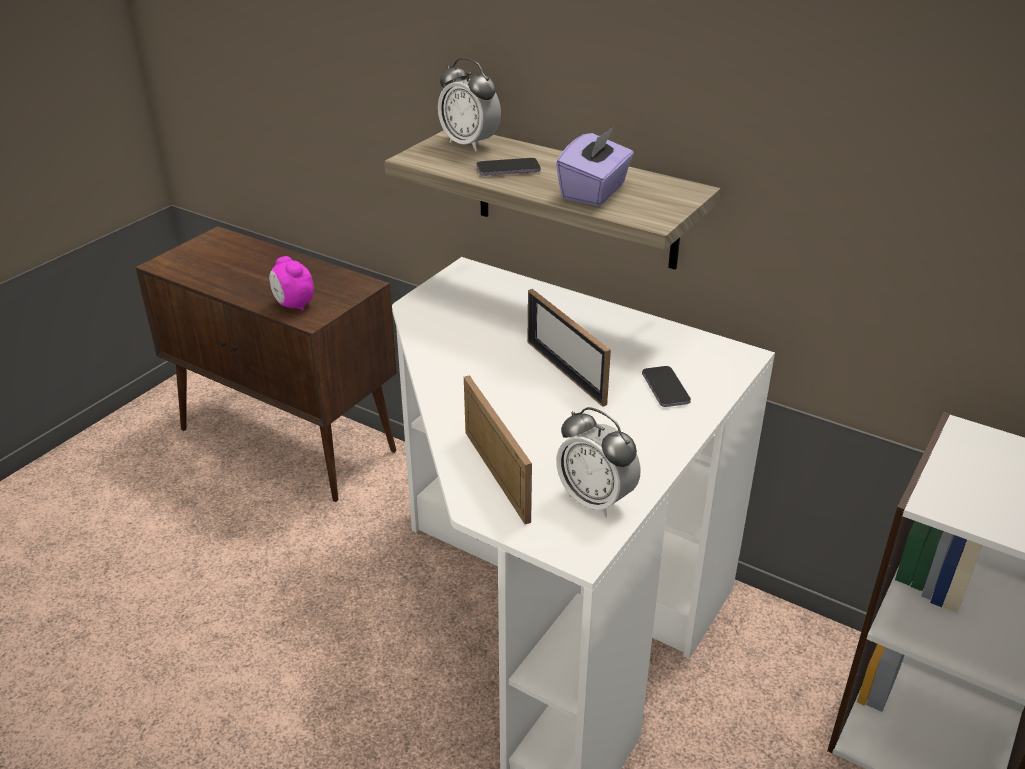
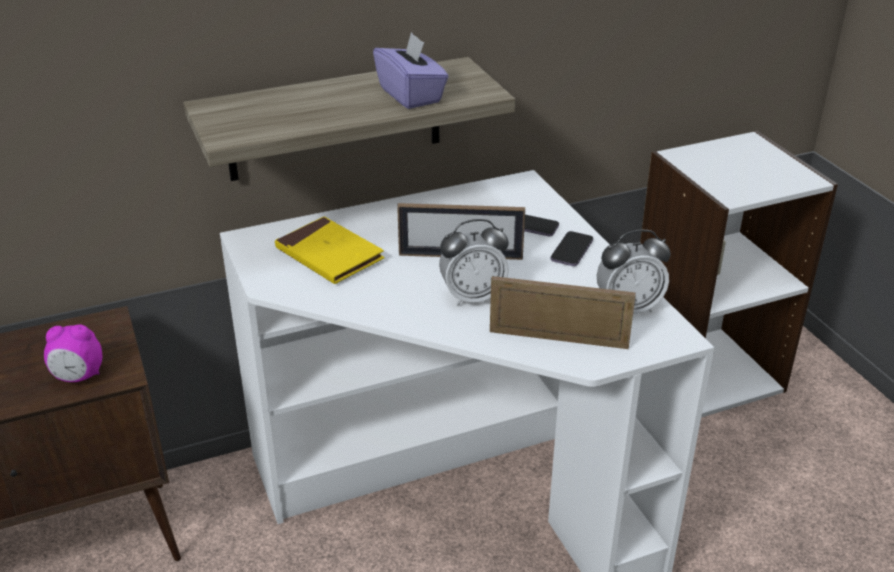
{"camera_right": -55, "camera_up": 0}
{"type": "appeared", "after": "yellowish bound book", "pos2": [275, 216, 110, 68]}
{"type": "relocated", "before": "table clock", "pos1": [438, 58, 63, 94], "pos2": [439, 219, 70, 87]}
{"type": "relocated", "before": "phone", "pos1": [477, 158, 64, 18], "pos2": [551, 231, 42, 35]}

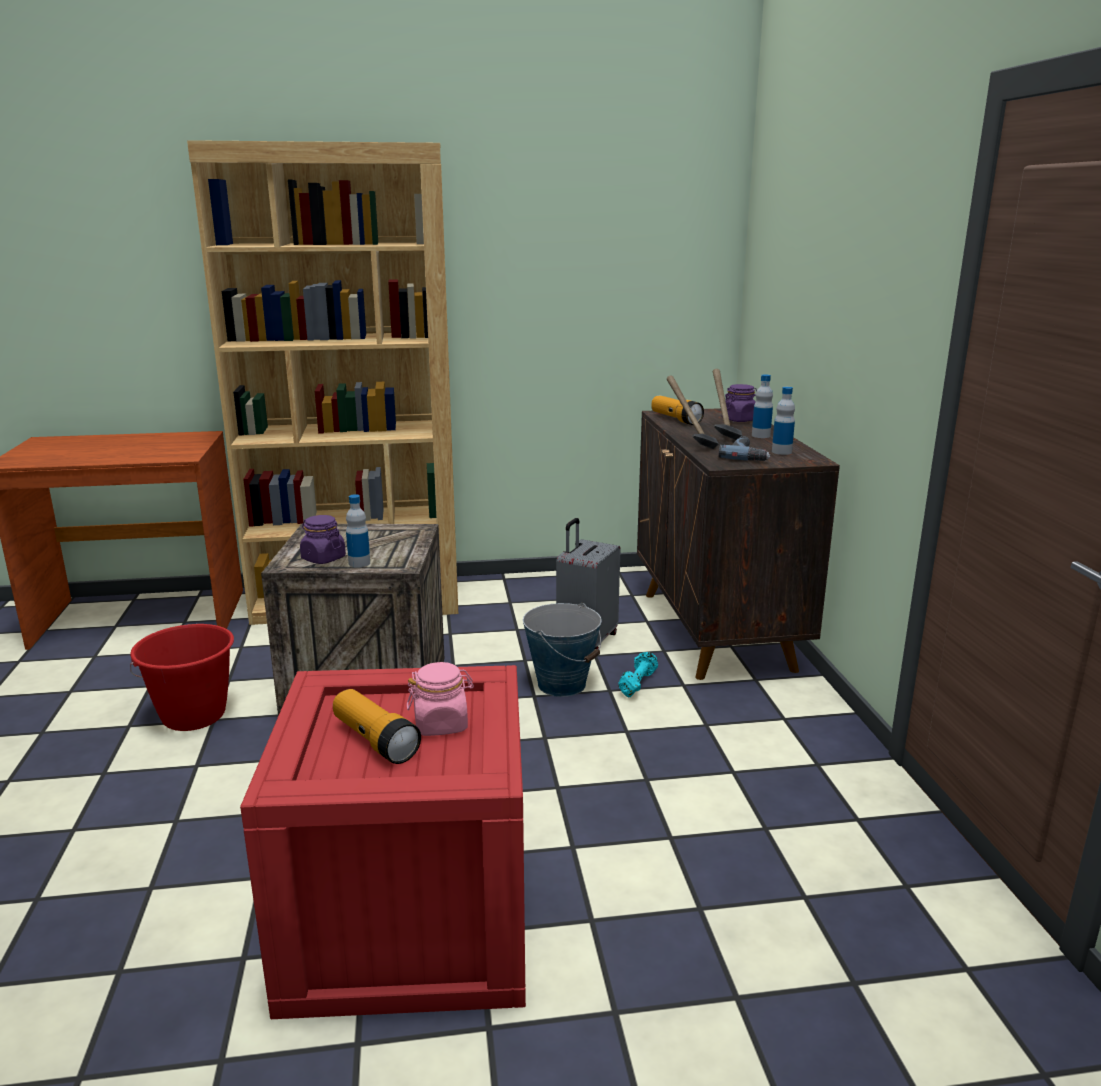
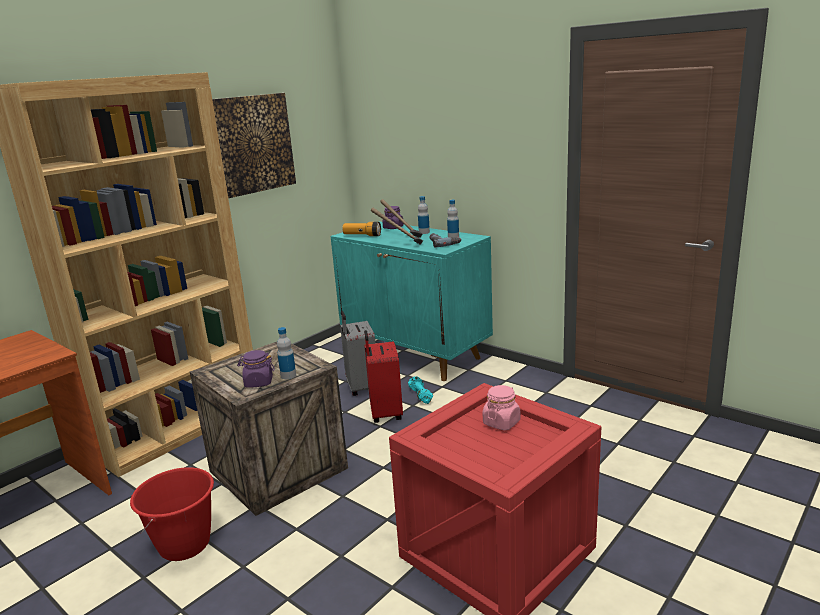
{"camera_right": -40, "camera_up": 0}
{"type": "appeared", "after": "picture", "pos2": [212, 93, 84, 105]}
{"type": "colour", "before": "brownish cabinet", "after": "turquoise cabinet", "pos1": [637, 408, 203, 272], "pos2": [331, 221, 162, 160]}
{"type": "exchanged", "before": "bucket", "after": "reddish suitcase", "pos1": [523, 603, 78, 94], "pos2": [364, 330, 39, 93]}
{"type": "missing", "before": "hand torch", "pos1": [333, 689, 88, 75]}

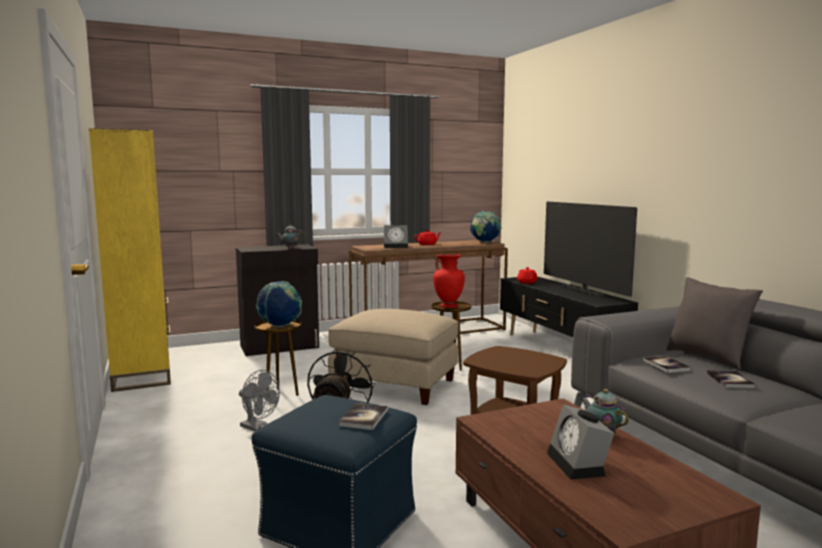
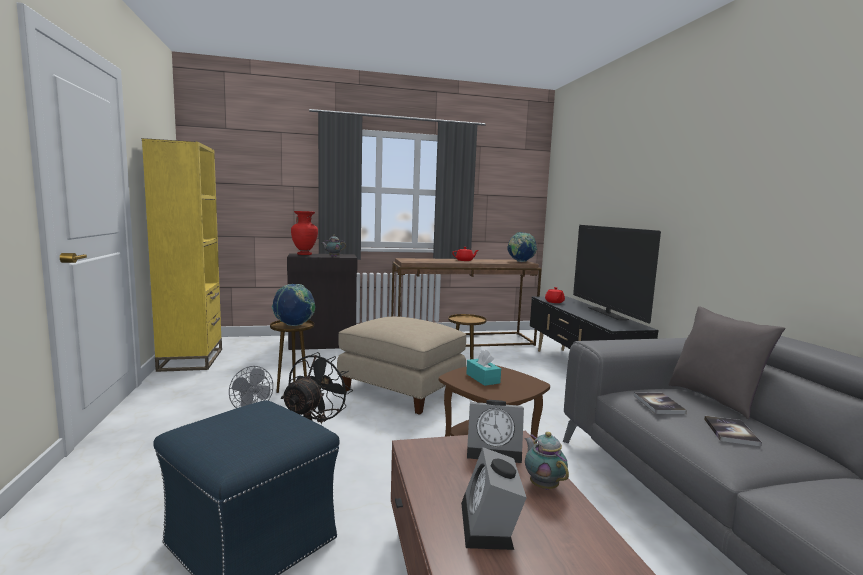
{"camera_right": 10, "camera_up": 0}
{"type": "relocated", "before": "reddish vase", "pos1": [433, 254, 32, 54], "pos2": [291, 211, 27, 44]}
{"type": "appeared", "after": "turquoise tissue holder", "pos2": [466, 350, 35, 36]}
{"type": "relocated", "before": "table clock", "pos1": [384, 224, 24, 24], "pos2": [467, 400, 57, 63]}
{"type": "missing", "before": "bound book", "pos1": [338, 403, 50, 27]}

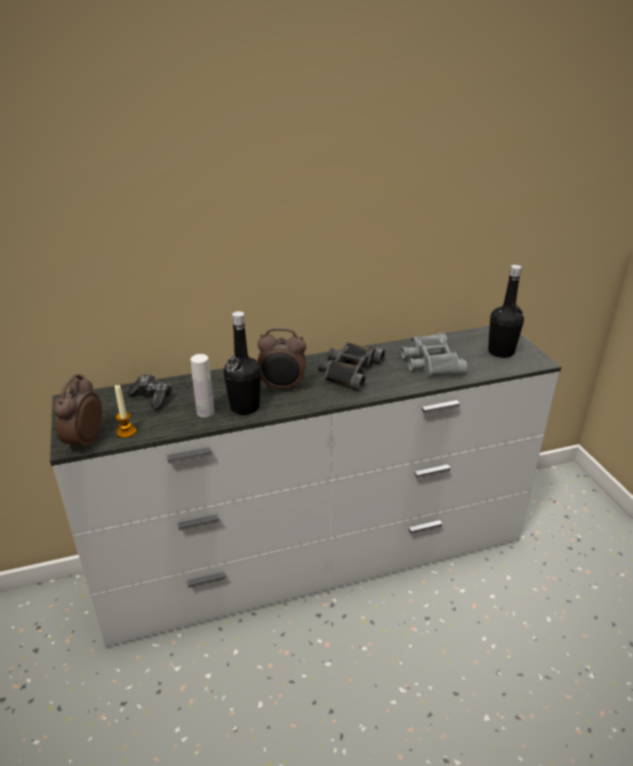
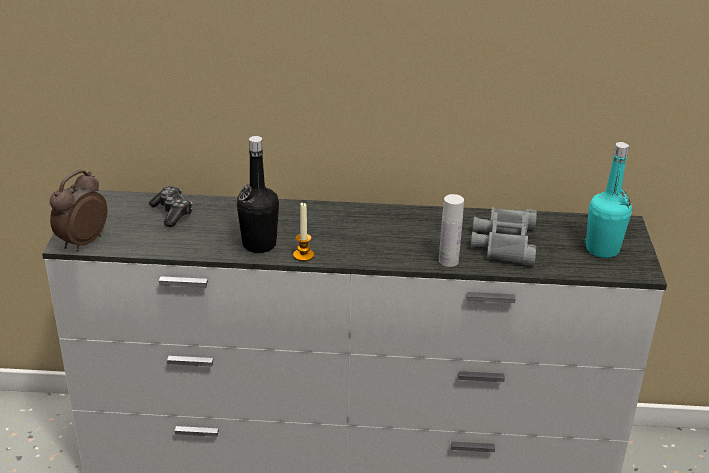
{"camera_right": 20, "camera_up": 0}
{"type": "relocated", "before": "candle", "pos1": [115, 385, 21, 53], "pos2": [293, 202, 21, 59]}
{"type": "relocated", "before": "white-coloured bottle", "pos1": [191, 354, 23, 64], "pos2": [439, 194, 25, 73]}
{"type": "colour", "before": "blackish bottle", "after": "turquoise bottle", "pos1": [488, 265, 36, 93], "pos2": [585, 142, 47, 116]}
{"type": "missing", "before": "table clock", "pos1": [257, 328, 49, 63]}
{"type": "missing", "before": "blackish pair of binoculars", "pos1": [318, 342, 67, 49]}

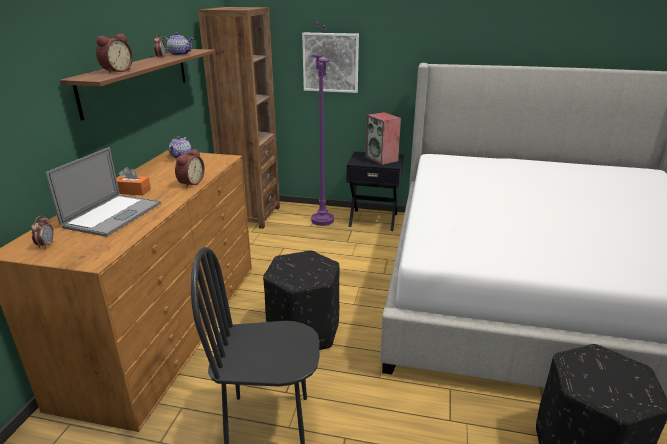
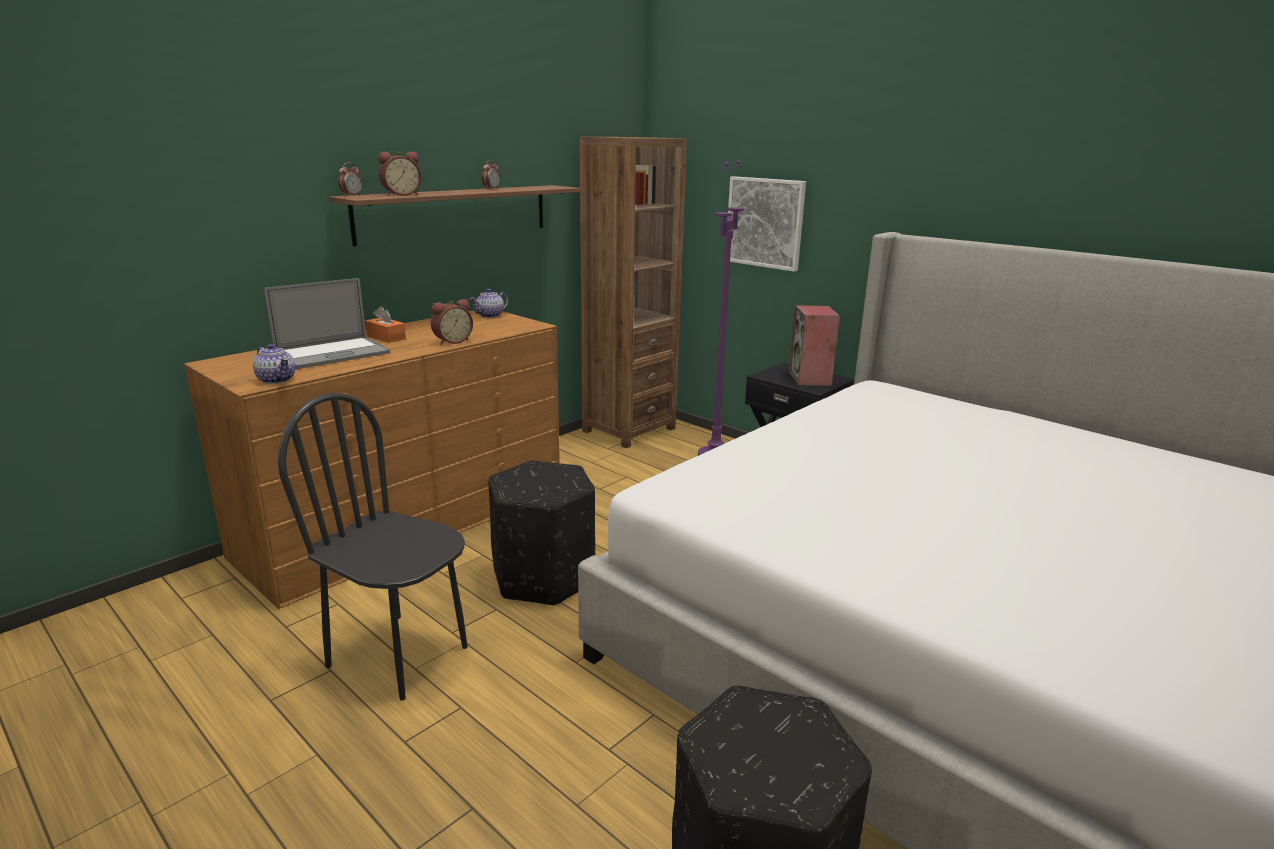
{"camera_right": 30, "camera_up": -5}
{"type": "relocated", "before": "teapot", "pos1": [162, 32, 32, 24], "pos2": [253, 344, 42, 40]}
{"type": "relocated", "before": "table clock", "pos1": [31, 215, 23, 34], "pos2": [338, 163, 24, 33]}

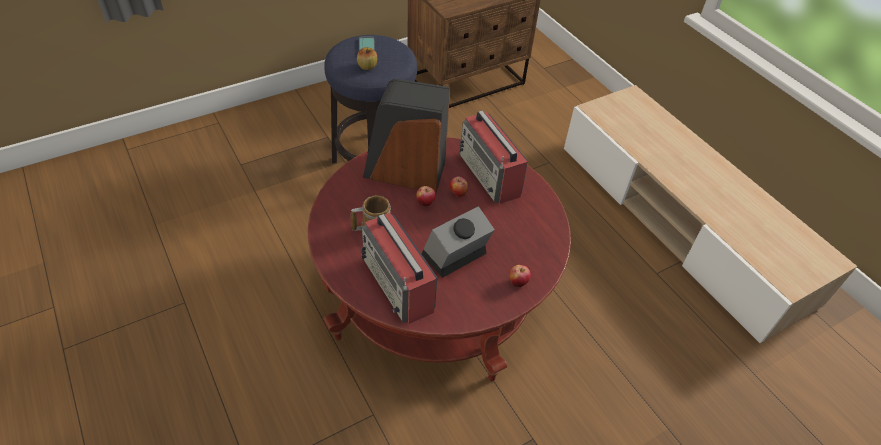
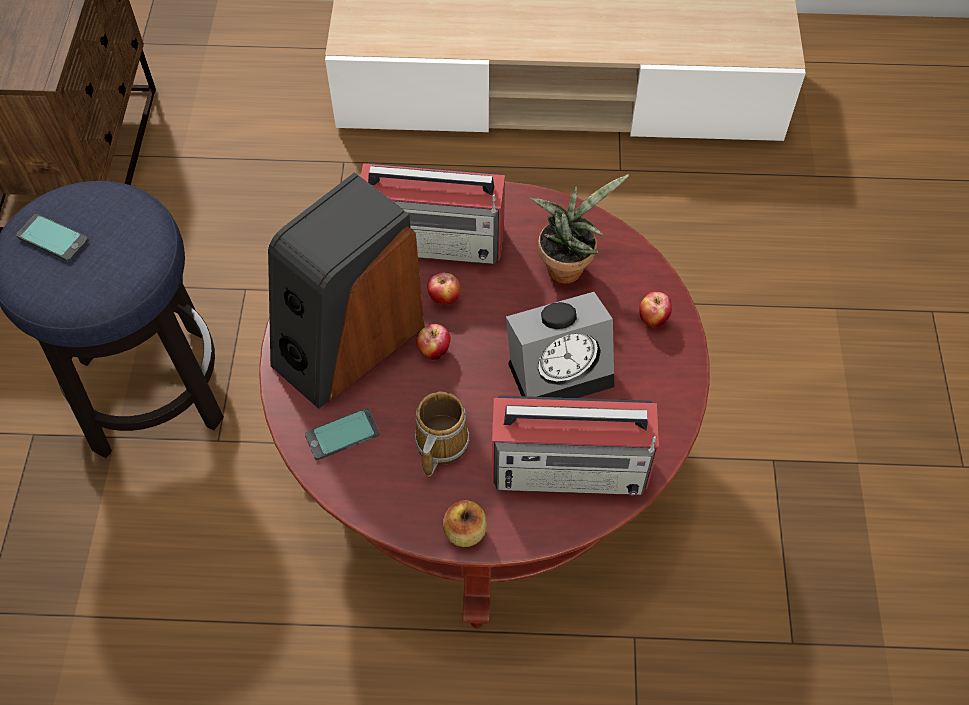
{"camera_right": -55, "camera_up": 10}
{"type": "appeared", "after": "phone", "pos2": [305, 408, 75, 52]}
{"type": "relocated", "before": "whole apple", "pos1": [357, 47, 20, 23], "pos2": [443, 500, 44, 47]}
{"type": "spun", "before": "table clock", "pos1": [422, 206, 73, 72], "pos2": [506, 292, 108, 106], "turn": -105}
{"type": "appeared", "after": "plant in a pot", "pos2": [530, 174, 99, 110]}

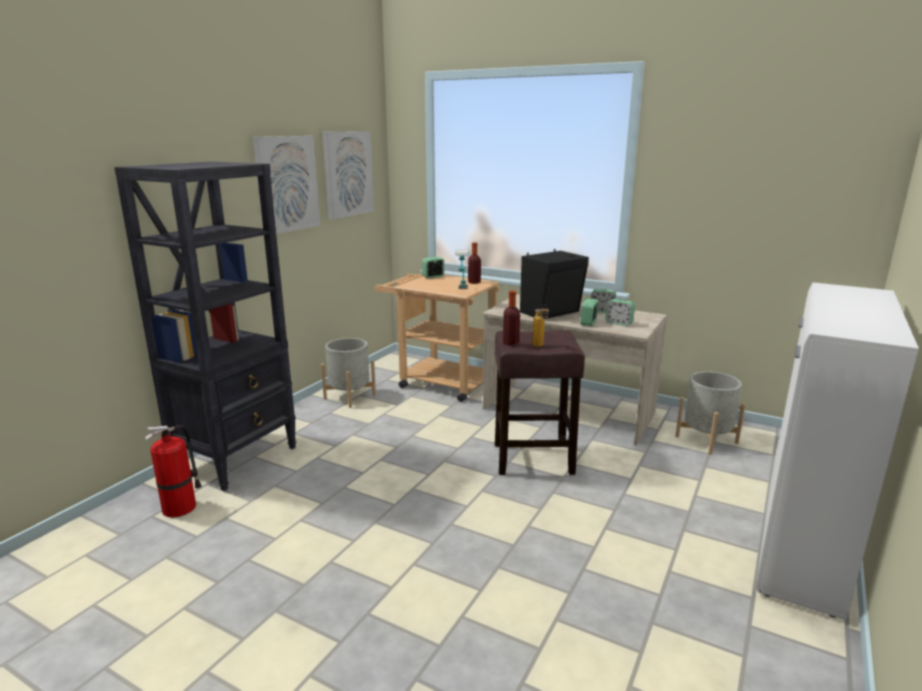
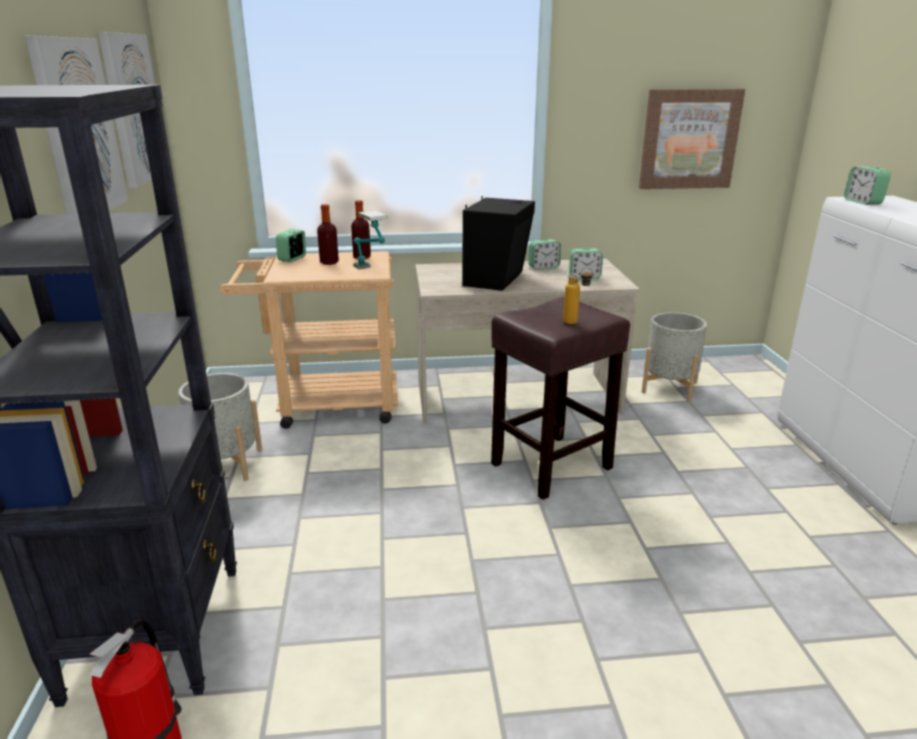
{"camera_right": -35, "camera_up": 5}
{"type": "relocated", "before": "bottle", "pos1": [503, 291, 17, 54], "pos2": [317, 204, 22, 61]}
{"type": "appeared", "after": "picture", "pos2": [639, 89, 106, 100]}
{"type": "relocated", "before": "table clock", "pos1": [580, 298, 19, 28], "pos2": [844, 166, 47, 39]}

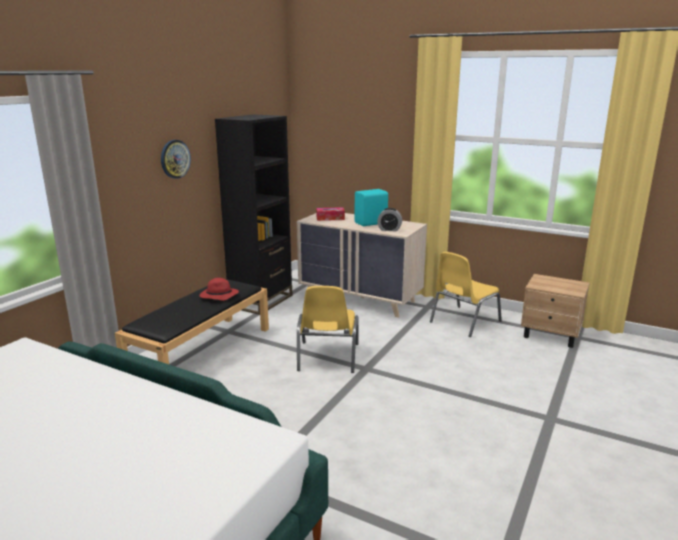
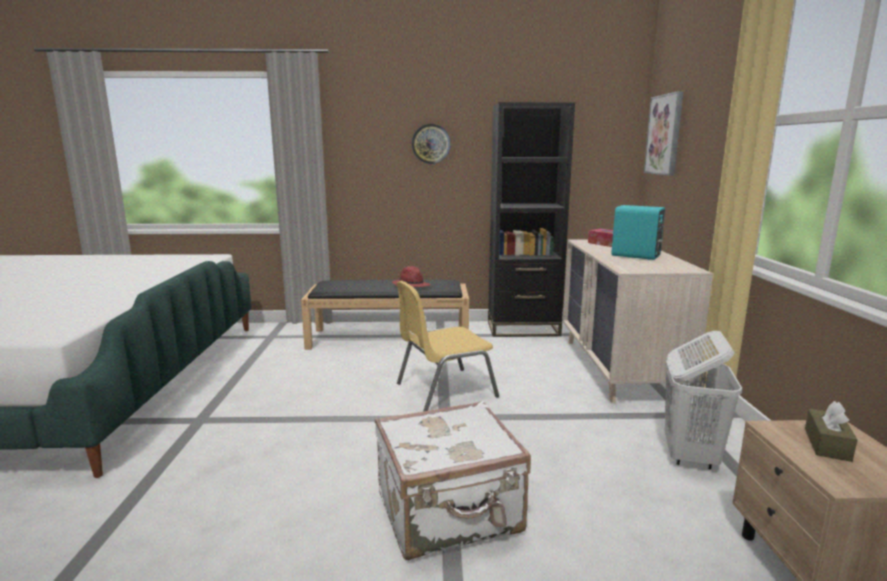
{"camera_right": 60, "camera_up": -5}
{"type": "appeared", "after": "white-coloured suitcase", "pos2": [375, 401, 156, 159]}
{"type": "appeared", "after": "picture", "pos2": [644, 91, 40, 85]}
{"type": "exchanged", "before": "yellowish upright chair", "after": "white-coloured hamper", "pos1": [430, 252, 72, 85], "pos2": [665, 331, 77, 138]}
{"type": "appeared", "after": "brownish tissue holder", "pos2": [805, 401, 52, 61]}
{"type": "missing", "before": "table clock", "pos1": [377, 208, 25, 23]}

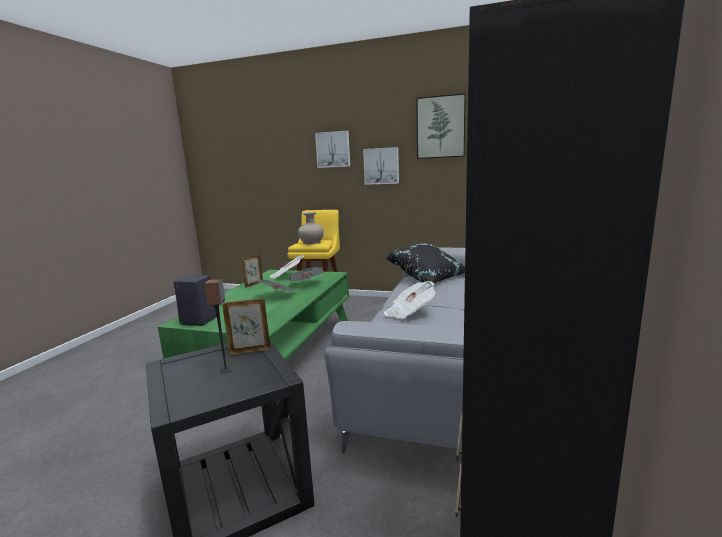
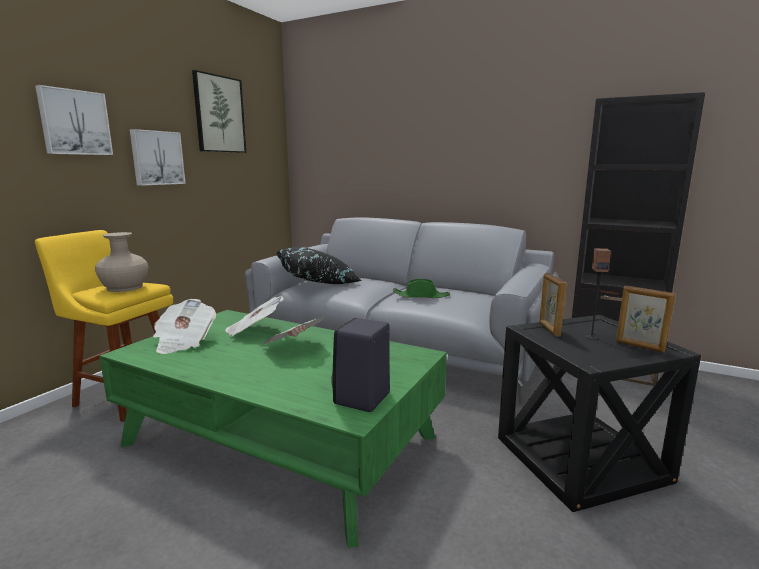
{"camera_right": -80, "camera_up": 0}
{"type": "exchanged", "before": "newspaper", "after": "green-coloured hat", "pos1": [384, 281, 51, 38], "pos2": [393, 279, 57, 19]}
{"type": "relocated", "before": "standing frame", "pos1": [242, 254, 21, 34], "pos2": [616, 285, 60, 68]}

